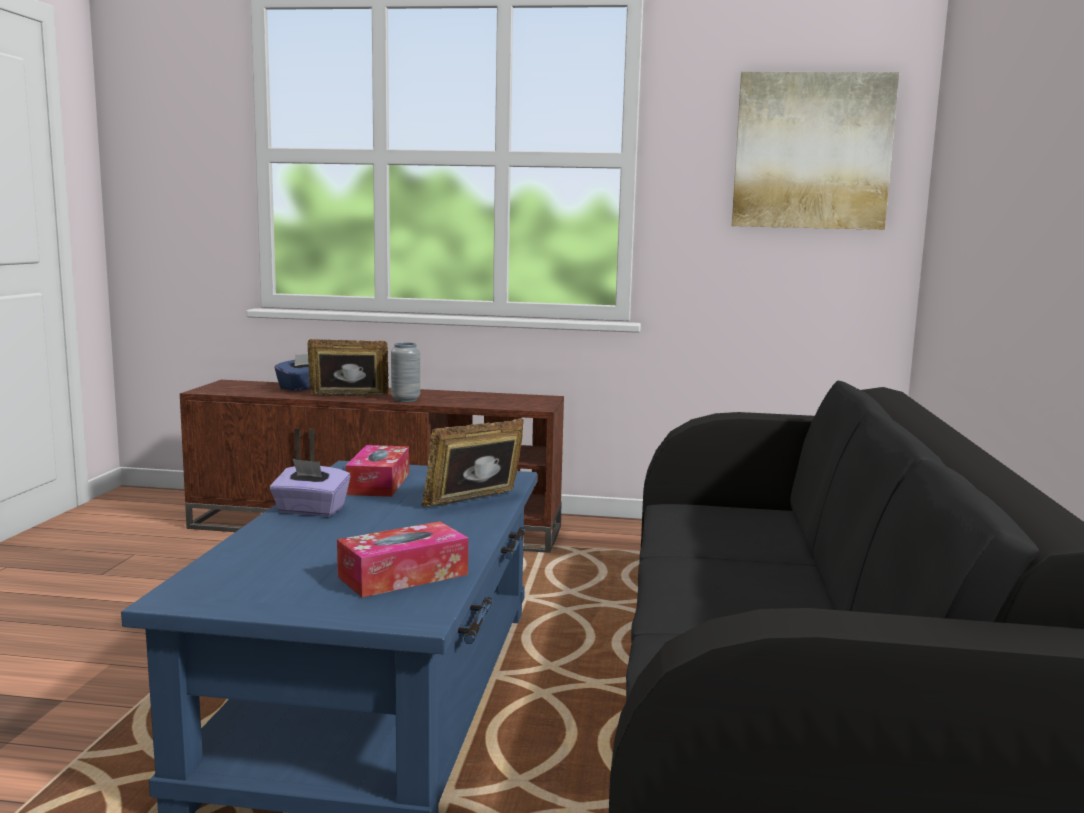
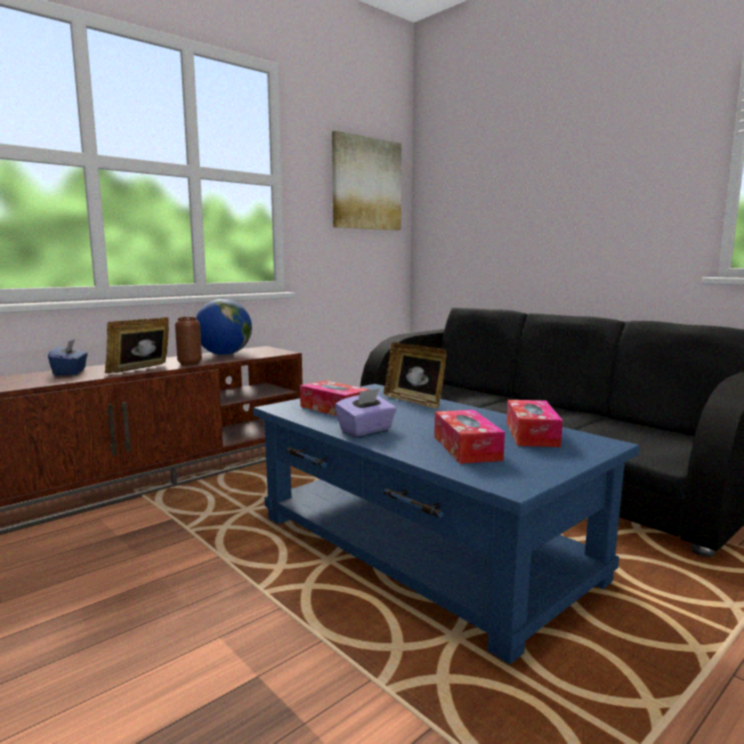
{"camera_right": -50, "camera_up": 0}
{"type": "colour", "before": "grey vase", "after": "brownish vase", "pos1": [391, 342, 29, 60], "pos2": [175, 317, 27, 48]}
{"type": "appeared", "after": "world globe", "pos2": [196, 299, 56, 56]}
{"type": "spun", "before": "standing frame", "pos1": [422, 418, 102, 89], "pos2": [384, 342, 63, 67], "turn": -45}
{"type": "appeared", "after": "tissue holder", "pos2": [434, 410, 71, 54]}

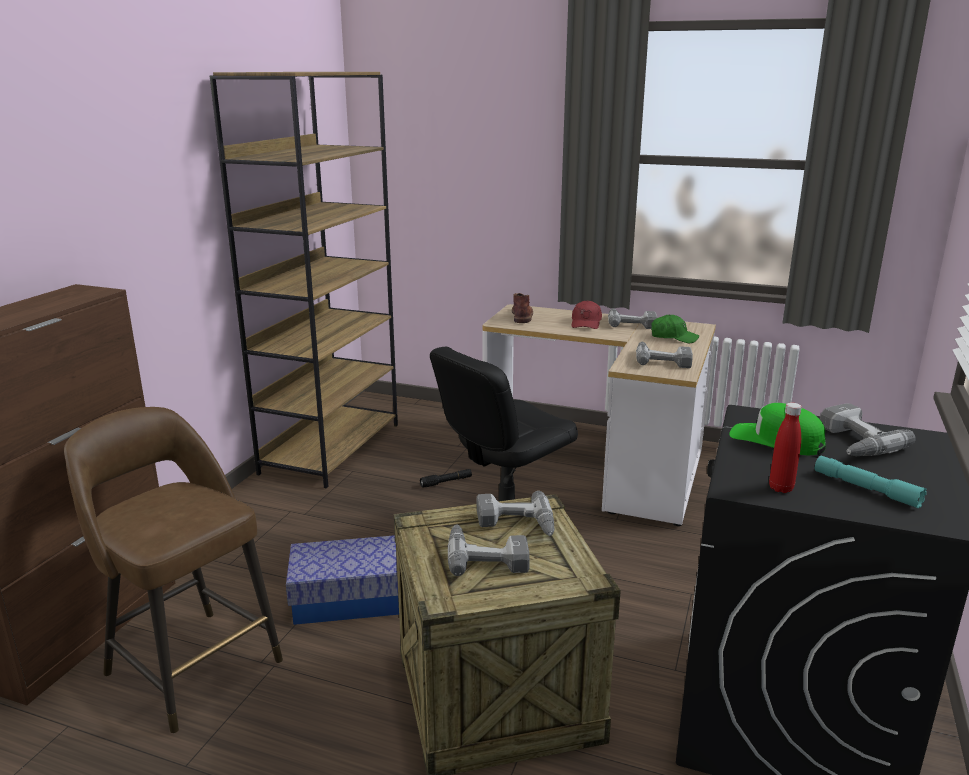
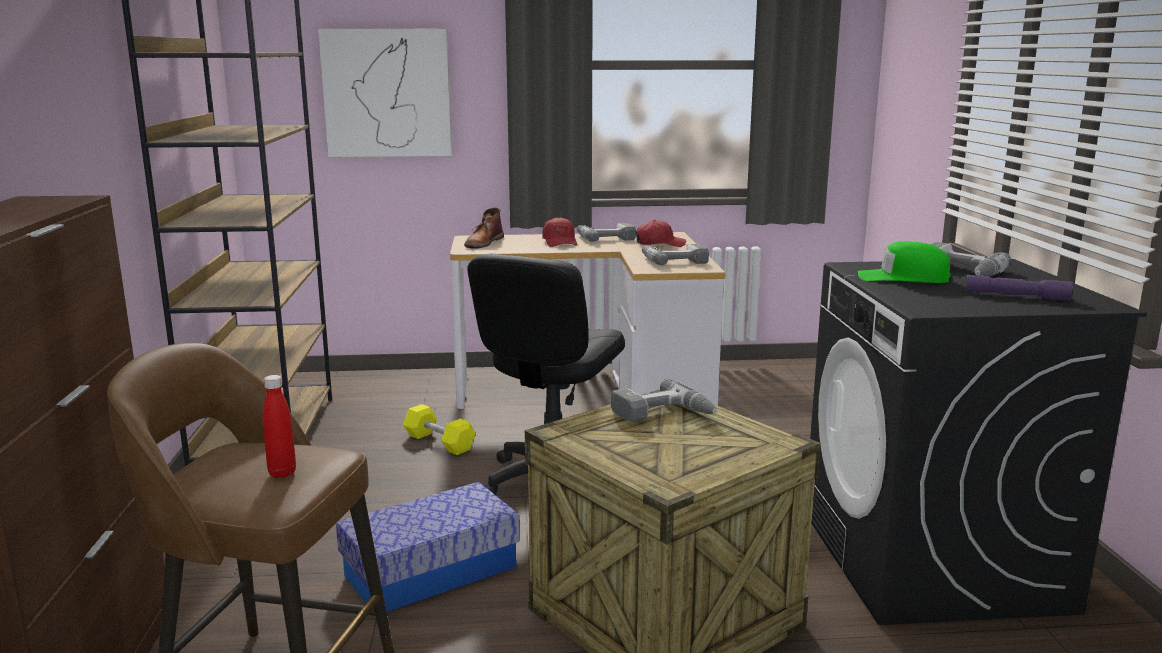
{"camera_right": -25, "camera_up": -5}
{"type": "relocated", "before": "reddish bottle", "pos1": [769, 403, 33, 90], "pos2": [263, 375, 33, 103]}
{"type": "appeared", "after": "picture", "pos2": [318, 29, 134, 128]}
{"type": "exchanged", "before": "blackish hand torch", "after": "yellowish free weight", "pos1": [420, 469, 52, 18], "pos2": [403, 404, 73, 51]}
{"type": "spun", "before": "brownish high-top boot", "pos1": [512, 293, 21, 30], "pos2": [464, 208, 40, 41], "turn": -135}
{"type": "colour", "before": "green-coloured baseball cap", "after": "reddish baseball cap", "pos1": [651, 314, 48, 29], "pos2": [636, 220, 50, 27]}
{"type": "colour", "before": "turquoise hand torch", "after": "purple hand torch", "pos1": [815, 456, 112, 53], "pos2": [965, 275, 108, 26]}
{"type": "missing", "before": "power drill", "pos1": [447, 524, 83, 52]}

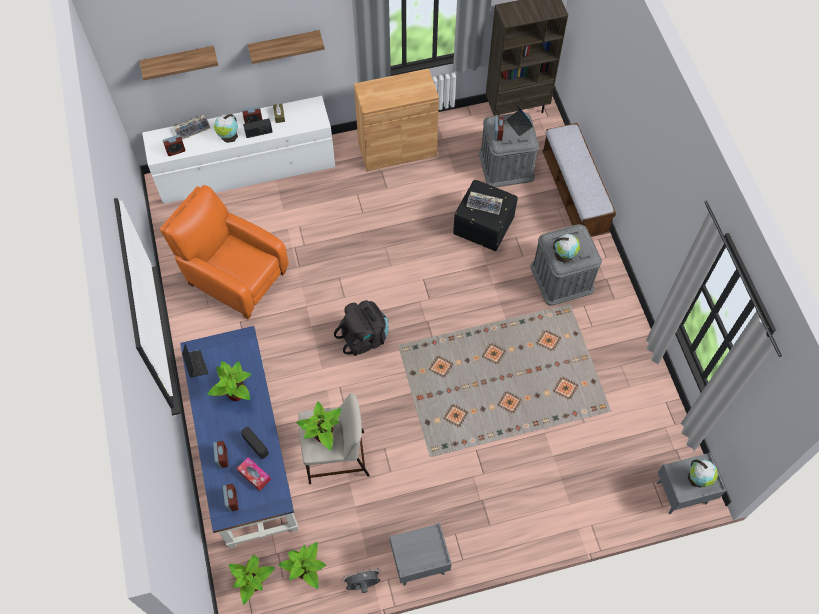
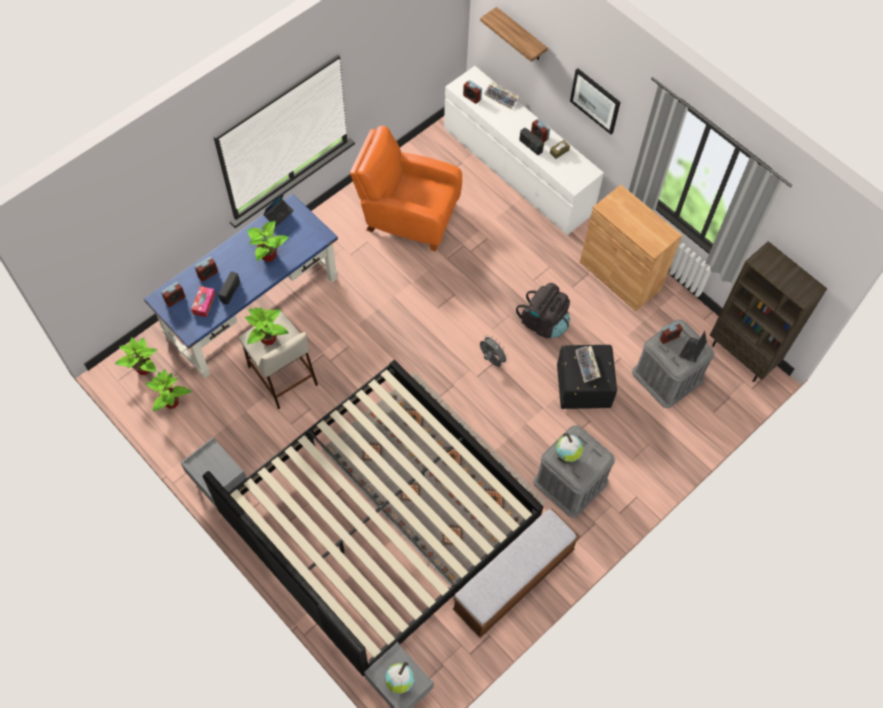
{"camera_right": 60, "camera_up": 0}
{"type": "appeared", "after": "sleeping bed", "pos2": [202, 360, 341, 316]}
{"type": "spun", "before": "orange-coloured easy chair", "pos1": [160, 185, 129, 134], "pos2": [350, 126, 112, 125], "turn": -75}
{"type": "relocated", "before": "bench", "pos1": [542, 123, 74, 114], "pos2": [453, 508, 127, 130]}
{"type": "relocated", "before": "grey fan", "pos1": [342, 568, 39, 25], "pos2": [480, 335, 29, 32]}
{"type": "relocated", "before": "blackish backpack", "pos1": [334, 300, 55, 56], "pos2": [516, 283, 54, 55]}
{"type": "exchanged", "before": "shelf", "after": "picture", "pos1": [248, 30, 77, 34], "pos2": [570, 68, 50, 66]}
{"type": "missing", "before": "world globe", "pos1": [214, 114, 24, 29]}

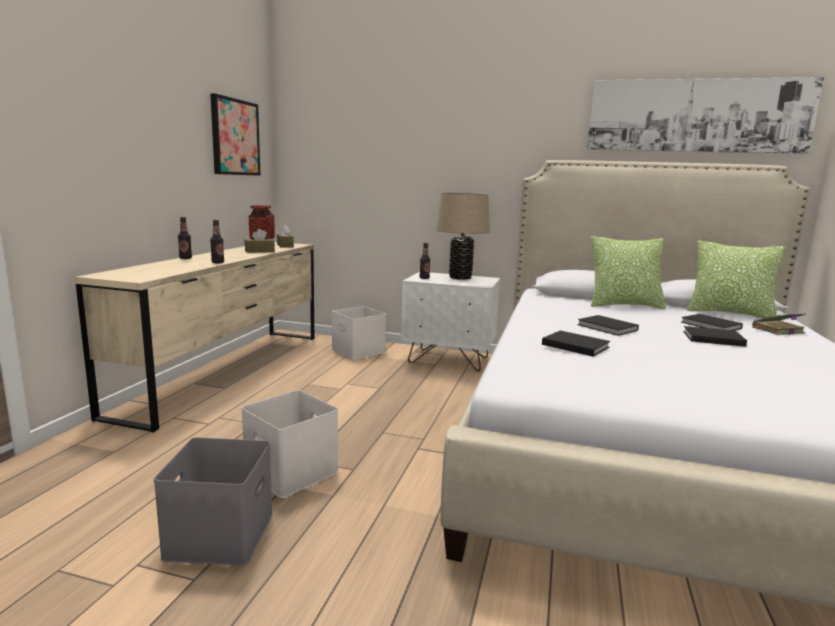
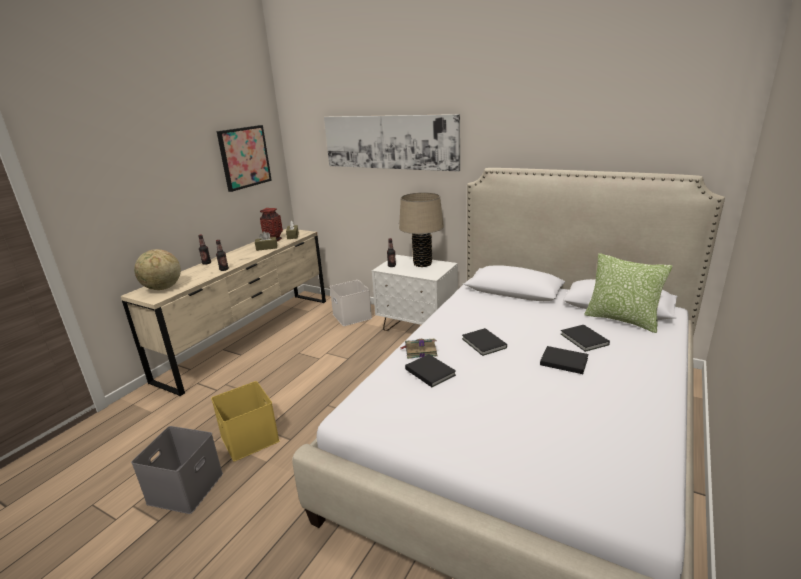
{"camera_right": 15, "camera_up": 10}
{"type": "appeared", "after": "world globe", "pos2": [134, 249, 47, 41]}
{"type": "colour", "before": "white-coloured storage box", "after": "yellowish storage box", "pos1": [241, 390, 97, 108], "pos2": [211, 381, 69, 80]}
{"type": "relocated", "before": "picture", "pos1": [587, 77, 237, 77], "pos2": [324, 114, 136, 58]}
{"type": "relocated", "before": "bound book", "pos1": [752, 313, 54, 22], "pos2": [400, 339, 37, 20]}
{"type": "missing", "before": "throw pillow", "pos1": [591, 236, 75, 73]}

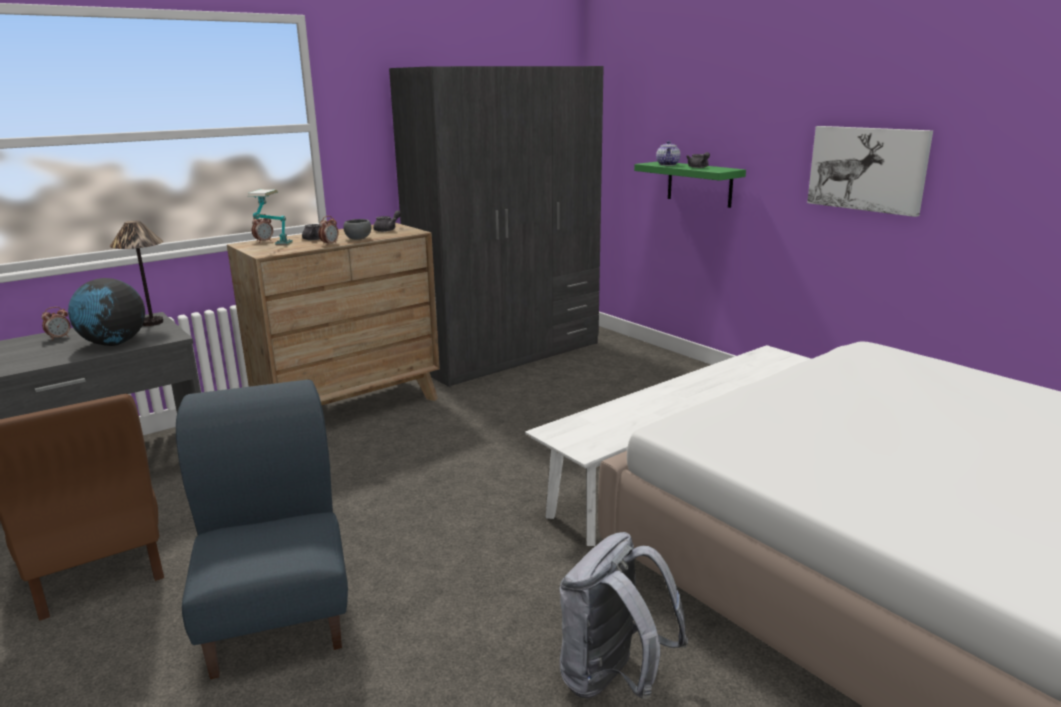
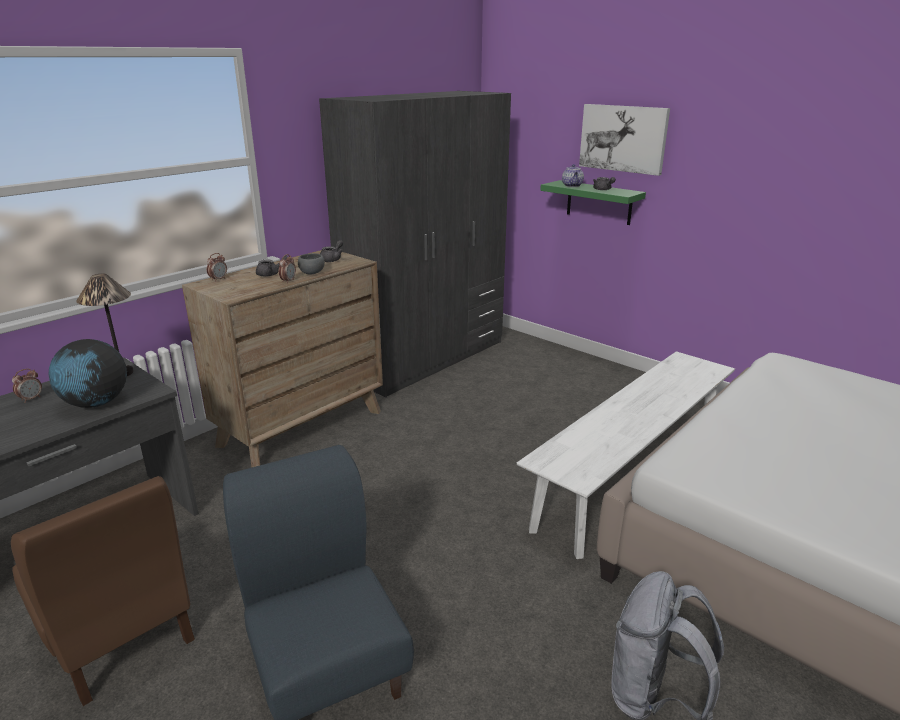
{"camera_right": -10, "camera_up": 5}
{"type": "relocated", "before": "picture", "pos1": [807, 126, 126, 91], "pos2": [579, 104, 91, 72]}
{"type": "missing", "before": "lamp for a table", "pos1": [248, 189, 45, 56]}

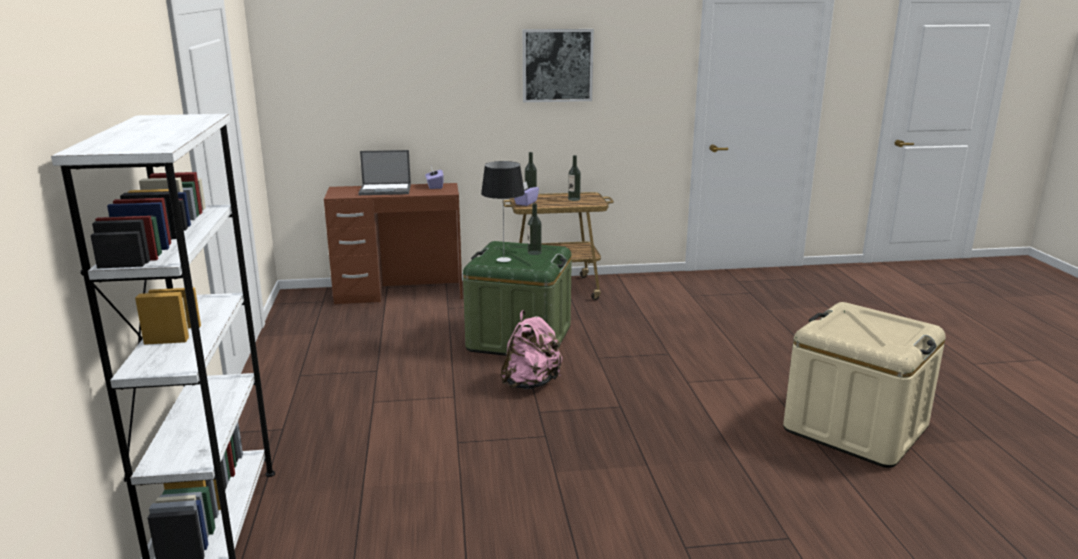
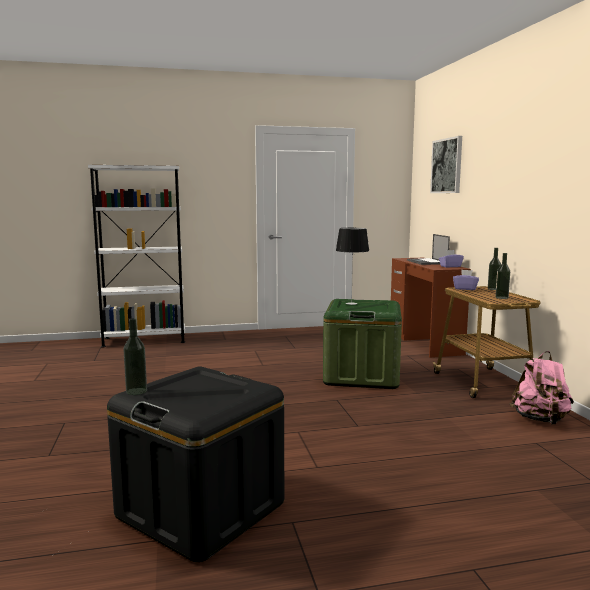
{"camera_right": 85, "camera_up": -10}
{"type": "colour", "before": "beige storage box", "after": "blackish storage box", "pos1": [783, 302, 163, 166], "pos2": [107, 367, 177, 195]}
{"type": "relocated", "before": "bottle", "pos1": [528, 203, 14, 52], "pos2": [123, 318, 24, 77]}
{"type": "relocated", "before": "picture", "pos1": [523, 29, 71, 73], "pos2": [430, 136, 32, 57]}
{"type": "relocated", "before": "pink-coloured backpack", "pos1": [501, 310, 61, 79], "pos2": [510, 351, 64, 74]}

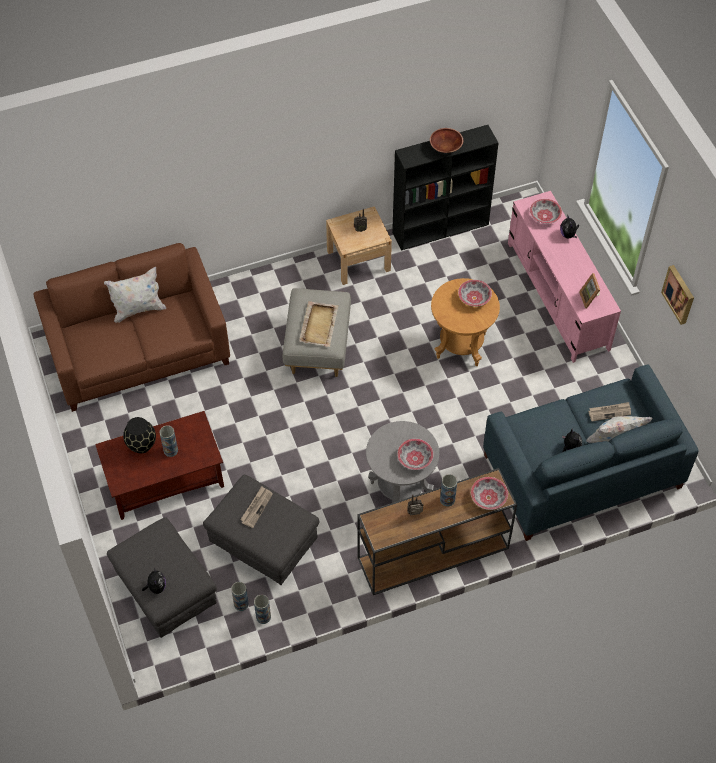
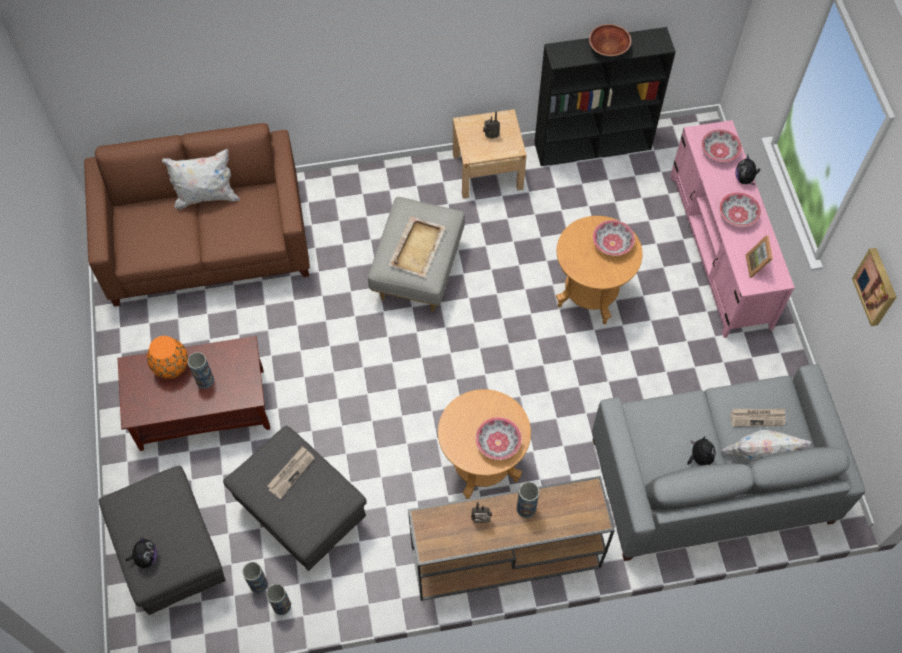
{"camera_right": 10, "camera_up": 5}
{"type": "colour", "before": "blackish vase", "after": "orange-coloured vase", "pos1": [123, 417, 33, 36], "pos2": [147, 336, 41, 43]}
{"type": "colour", "before": "grey accent table", "after": "brownish accent table", "pos1": [366, 421, 73, 82], "pos2": [438, 389, 93, 110]}
{"type": "colour", "before": "blue-coloured couch", "after": "grey couch", "pos1": [483, 365, 216, 176], "pos2": [592, 364, 273, 197]}
{"type": "relocated", "before": "deep dish", "pos1": [471, 477, 37, 33], "pos2": [719, 192, 42, 35]}

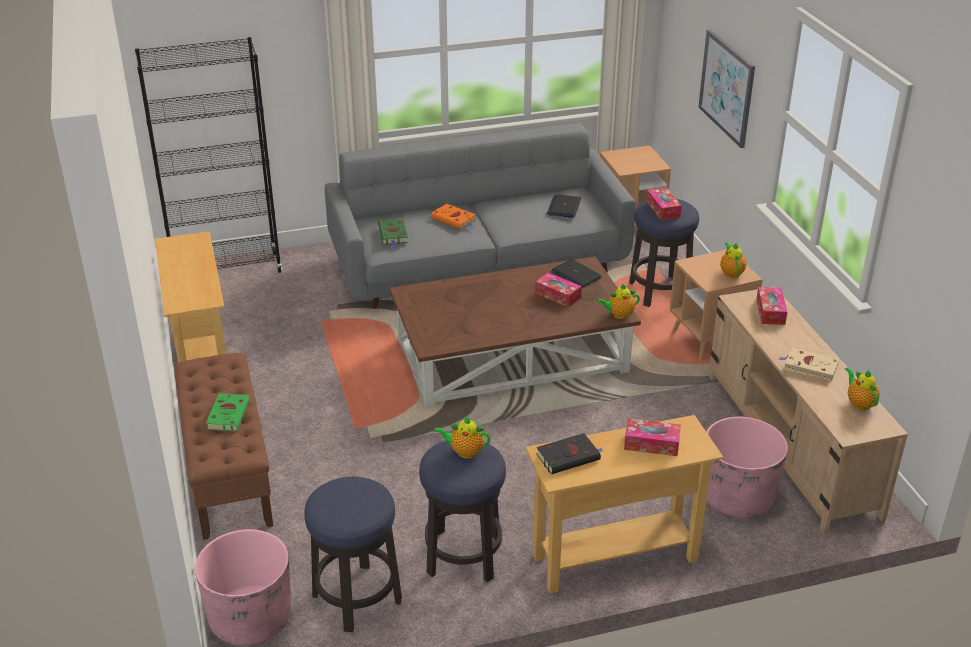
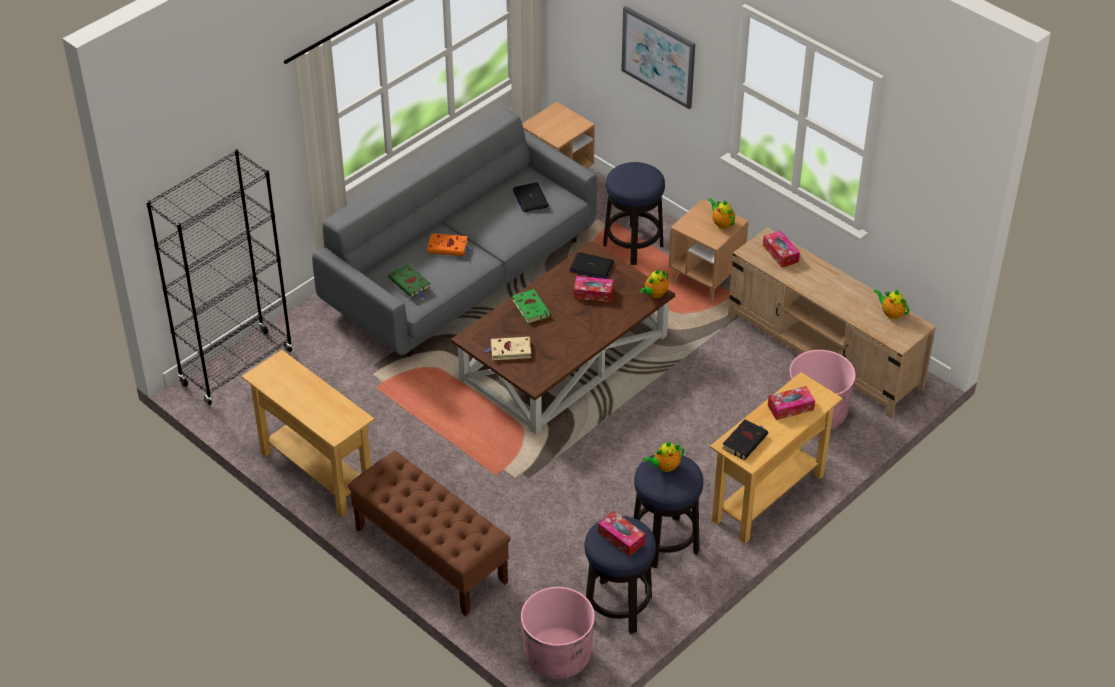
{"camera_right": -30, "camera_up": 10}
{"type": "relocated", "before": "beige bound book", "pos1": [779, 348, 60, 34], "pos2": [484, 337, 47, 23]}
{"type": "relocated", "before": "green-coloured bound book", "pos1": [206, 393, 44, 39], "pos2": [512, 289, 39, 35]}
{"type": "relocated", "before": "tissue holder", "pos1": [647, 188, 35, 32], "pos2": [598, 511, 47, 45]}

